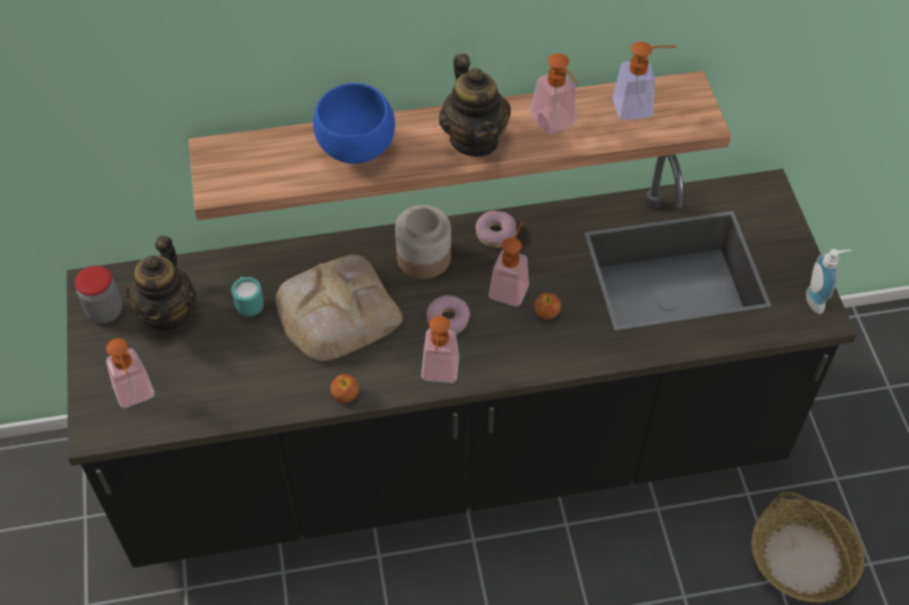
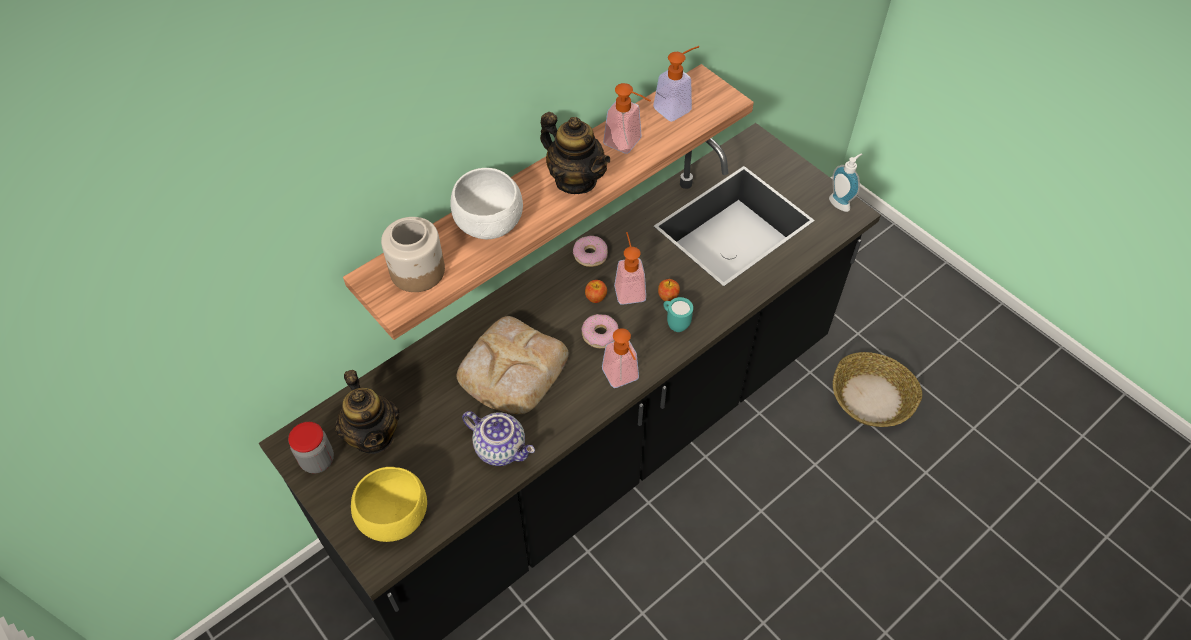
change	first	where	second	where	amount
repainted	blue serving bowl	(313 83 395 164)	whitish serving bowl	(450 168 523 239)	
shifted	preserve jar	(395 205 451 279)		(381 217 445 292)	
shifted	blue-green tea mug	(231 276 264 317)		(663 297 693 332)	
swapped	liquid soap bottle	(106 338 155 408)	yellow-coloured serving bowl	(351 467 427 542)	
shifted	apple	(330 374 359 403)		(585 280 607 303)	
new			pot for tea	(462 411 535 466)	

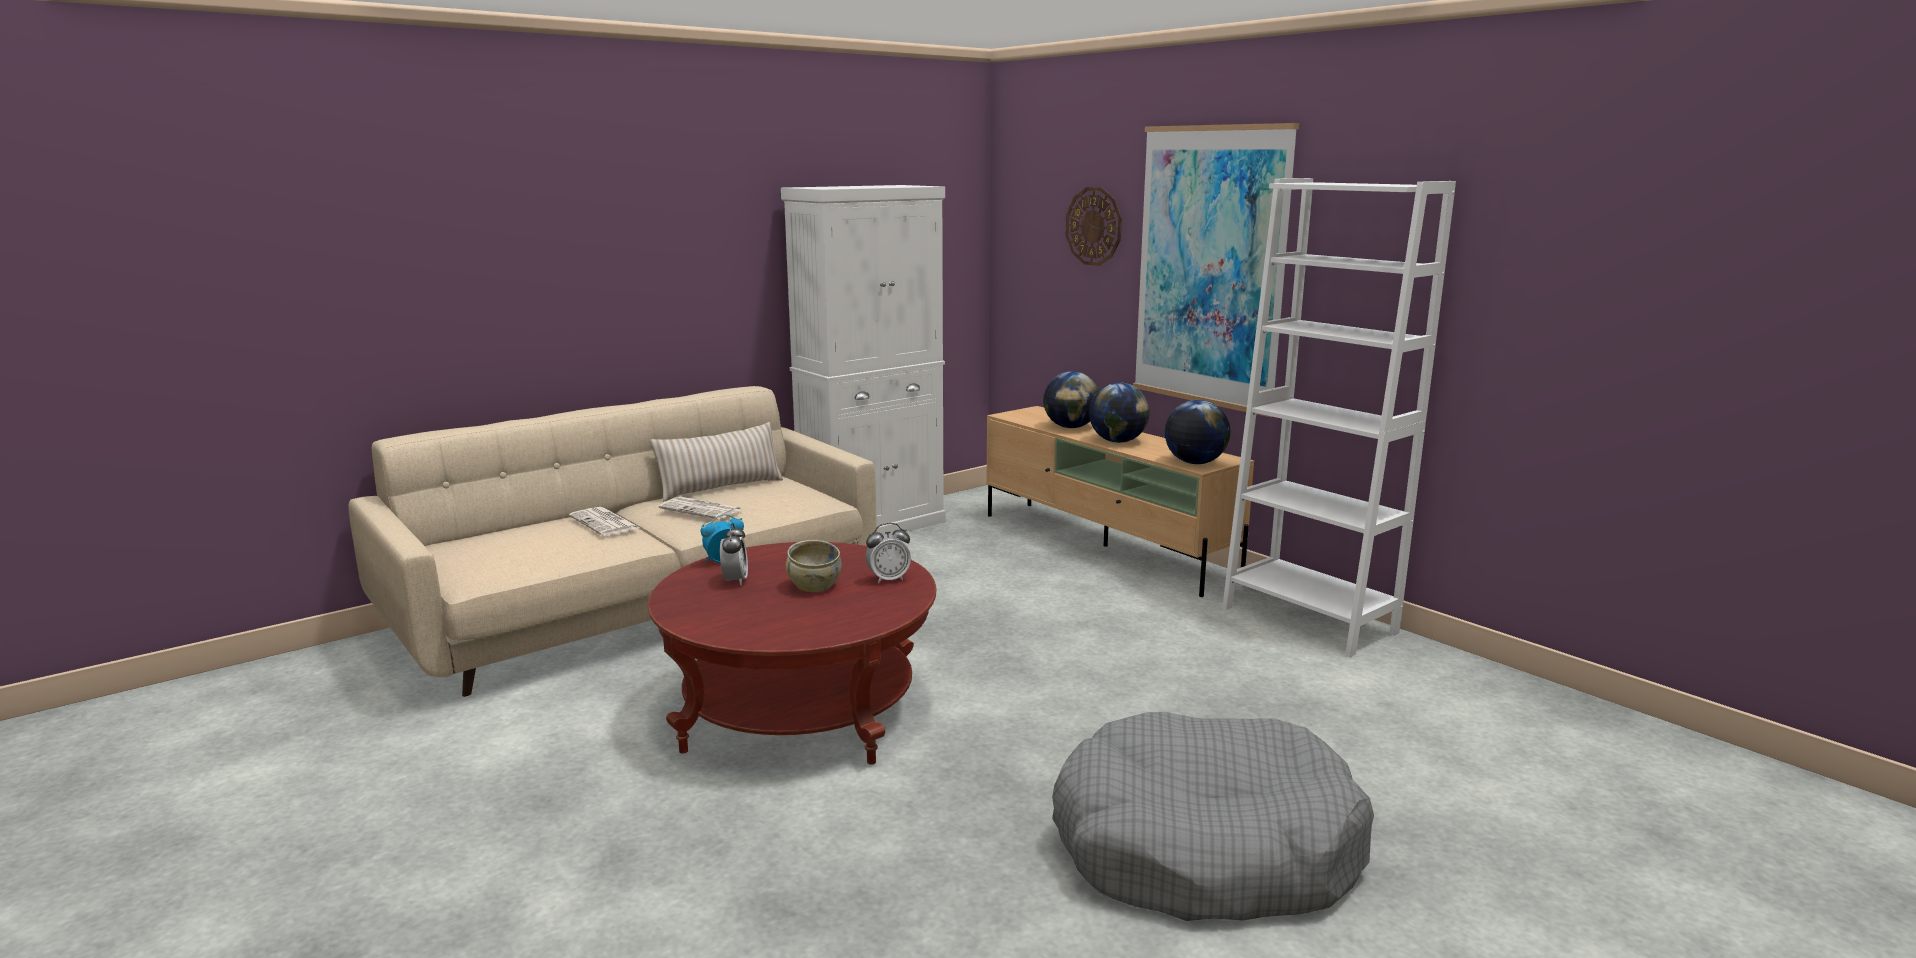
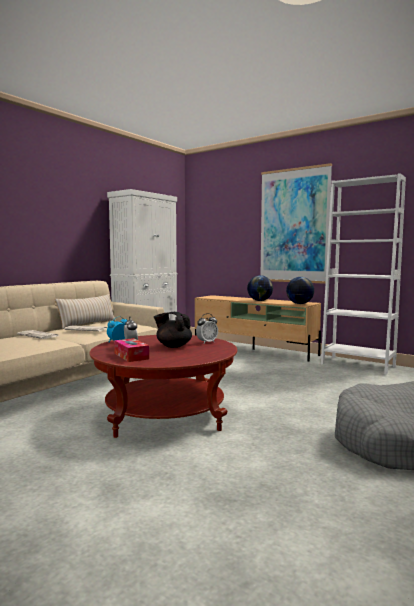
change	first	where	second	where	amount
gone	hanging clock	(1066 187 1122 266)			
gone	desk globe	(1043 371 1099 428)			
swapped	beige-coloured serving bowl	(786 540 842 592)	black pot for tea	(154 312 192 348)	
new			tissue holder	(114 338 149 362)	

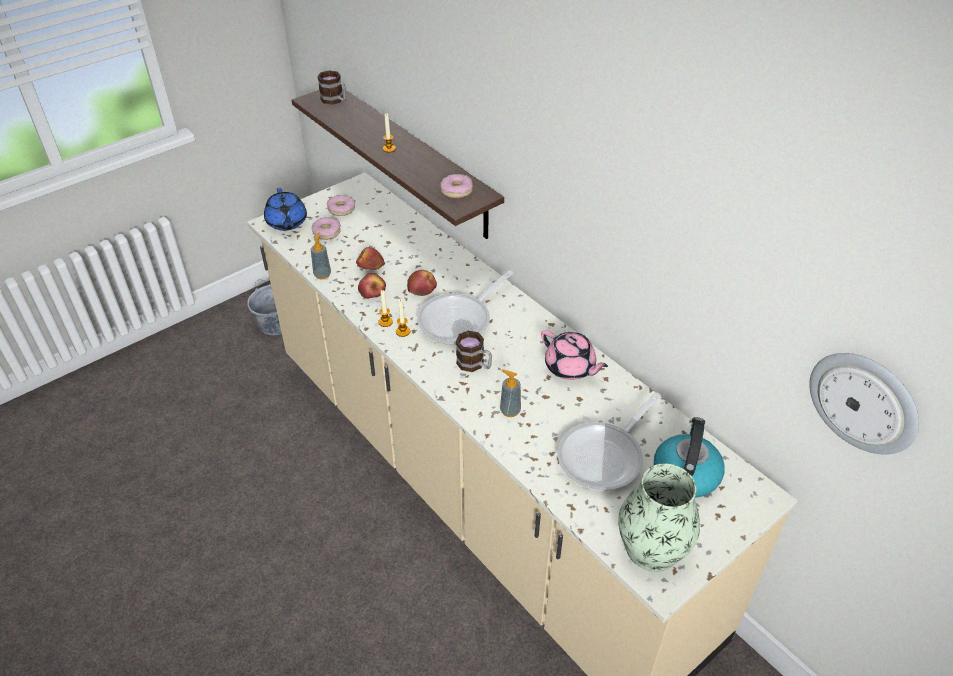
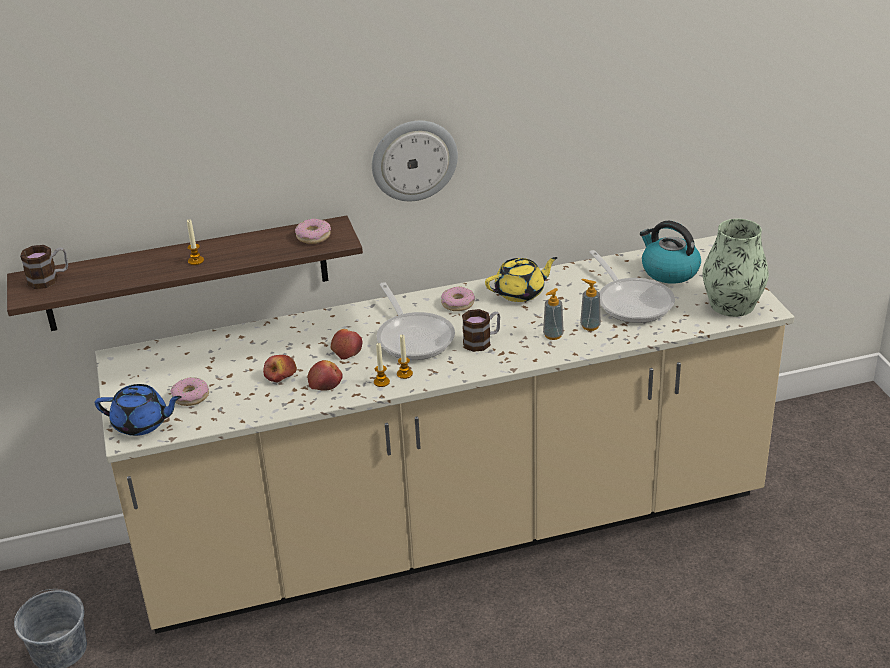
change	first	where	second	where	amount
shifted	ring doughnut	(327 195 355 216)		(441 286 475 311)	
shifted	liquid soap bottle	(311 233 331 279)		(580 279 601 331)	
repainted	pink pot for tea	(541 330 608 380)	yellow-coloured pot for tea	(485 257 558 302)	
shifted	hanging clock	(809 353 919 455)		(372 121 458 201)	

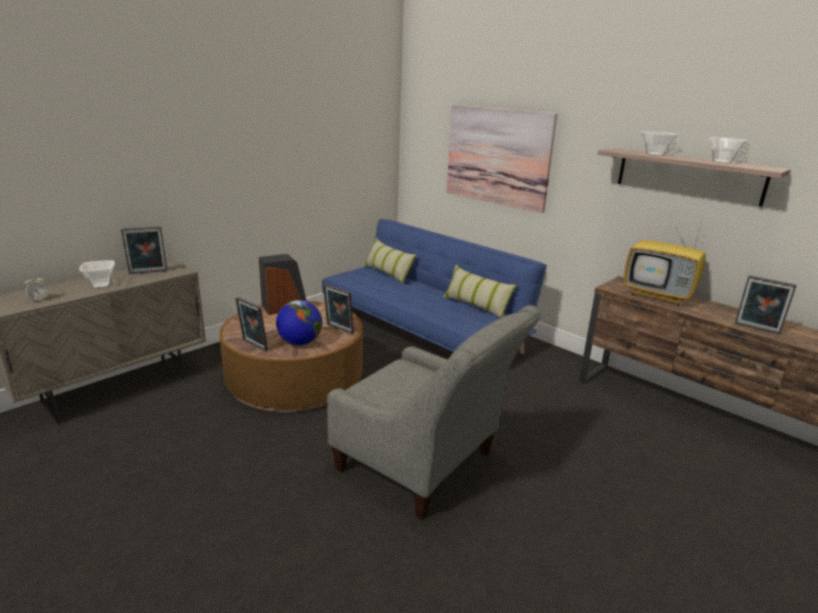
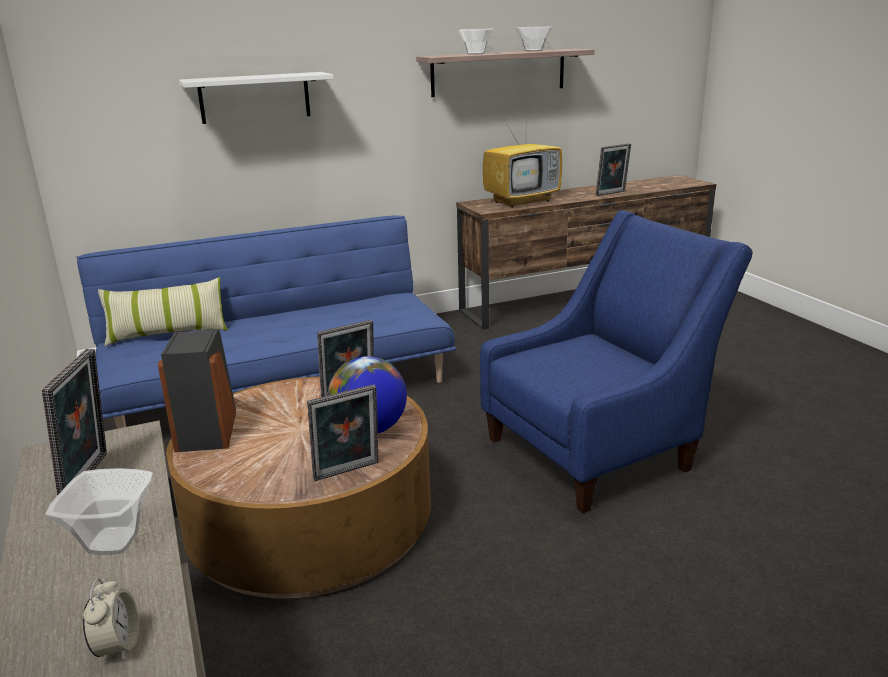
change	first	where	second	where	amount
swapped	wall art	(447 105 558 213)	whitish shelf	(179 72 333 124)	
gone	pillow	(443 265 516 318)			
repainted	greyish lounge chair	(327 305 541 520)	blue lounge chair	(480 210 753 513)	

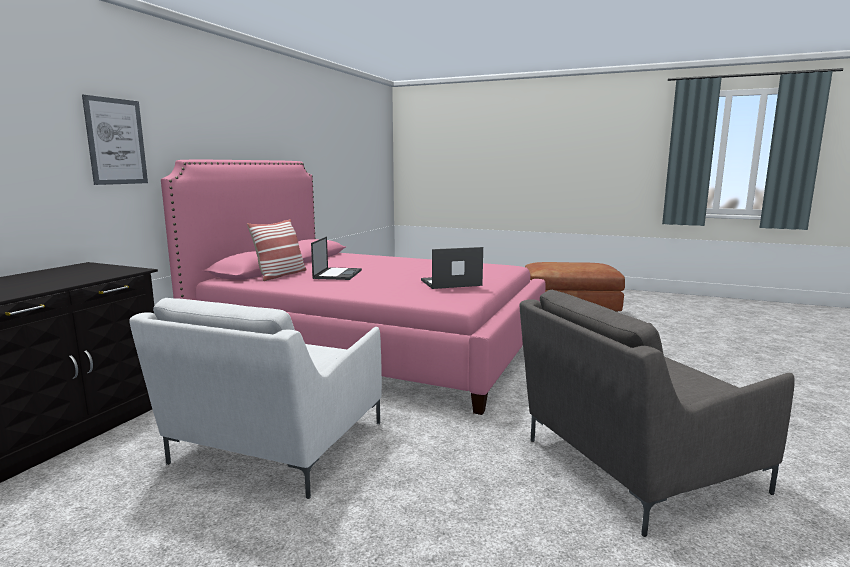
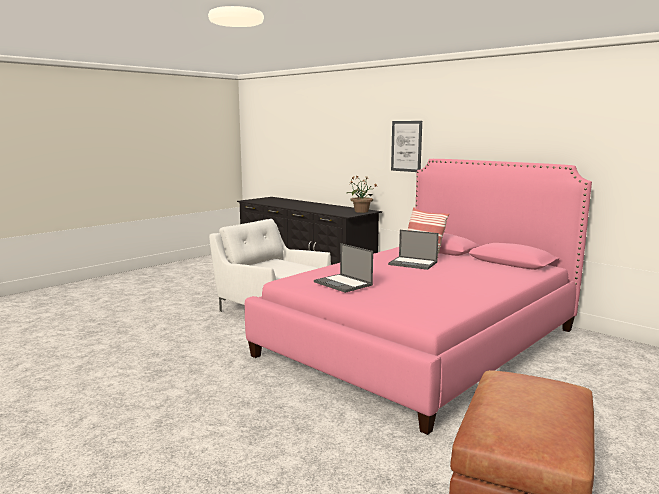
change	first	where	second	where	amount
rotated	notebook computer	(421 247 483 289)		(314 243 373 293)	135 degrees clockwise
gone	greyish lounge chair	(520 290 795 537)			
new			potted plant	(347 175 377 213)	

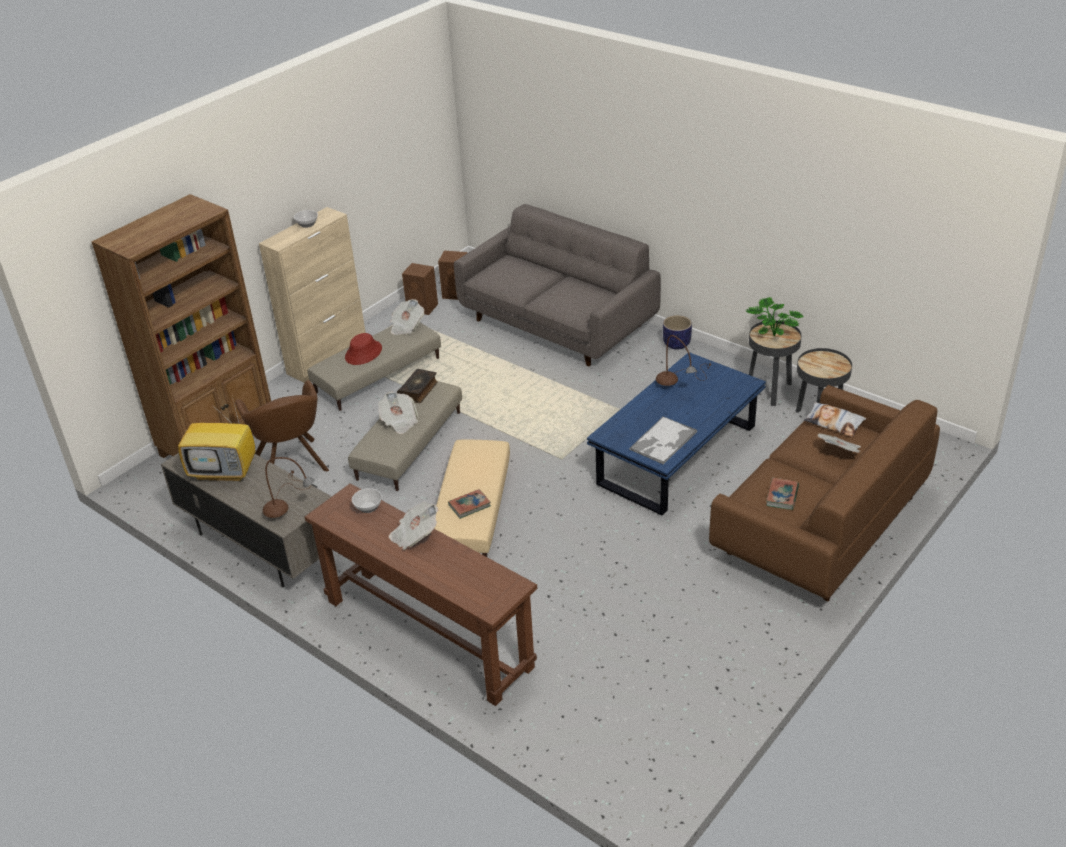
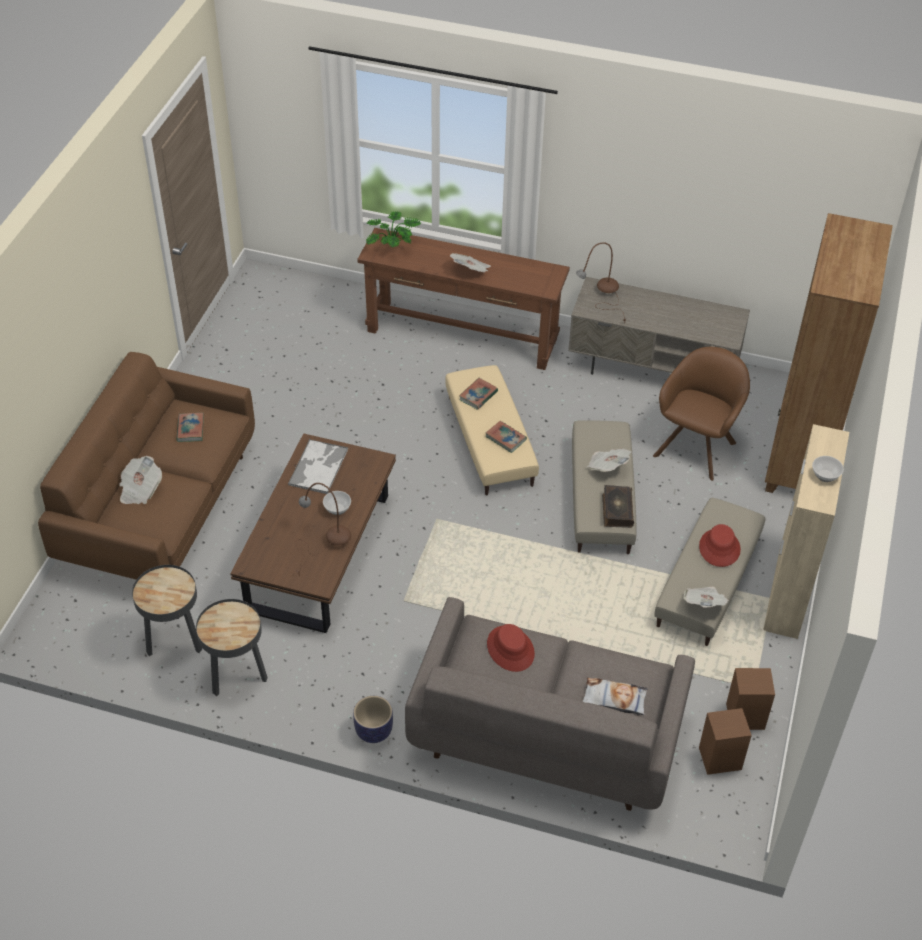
change	first	where	second	where	amount
shifted	potted plant	(746 297 804 336)		(365 211 421 248)	
repainted	blue coffee table	(587 352 766 515)	brown-coloured coffee table	(230 433 396 633)	
rotated	brown-coloured lounge chair	(235 380 329 471)		(653 347 750 481)	75 degrees clockwise
gone	TV	(178 401 255 482)			
shifted	pillow	(804 402 866 437)		(582 678 648 715)	
shifted	serving bowl	(352 488 382 513)		(323 491 351 515)	
new			book	(485 421 527 453)	
new			red-coloured hat	(487 624 535 672)	

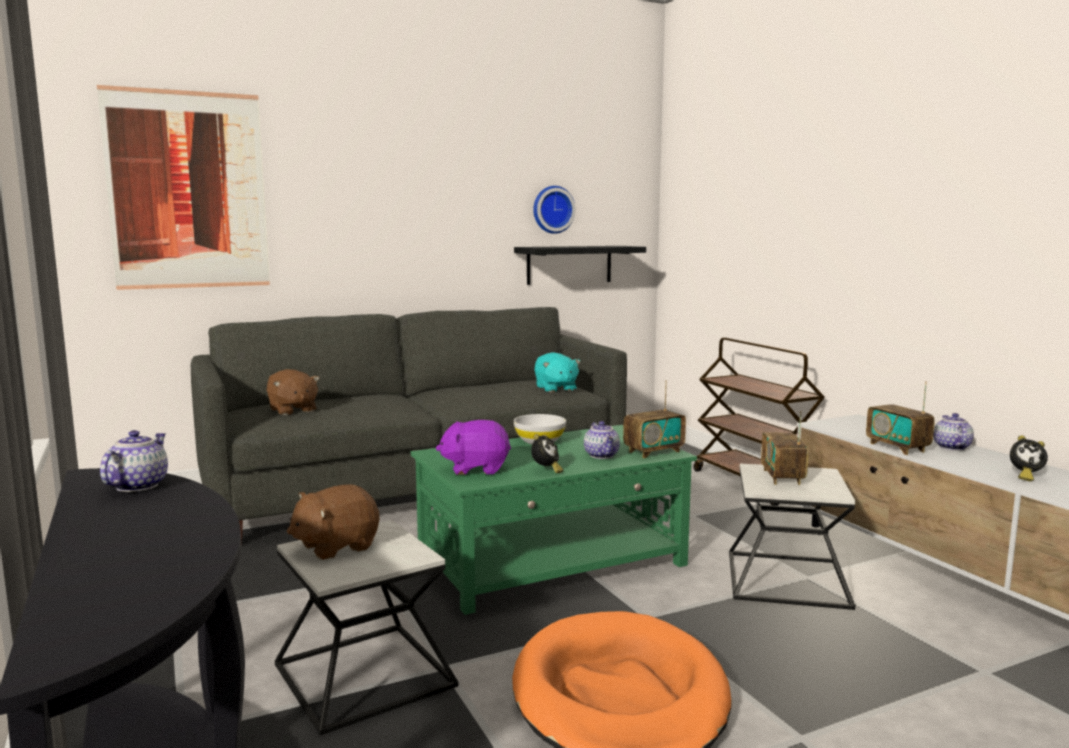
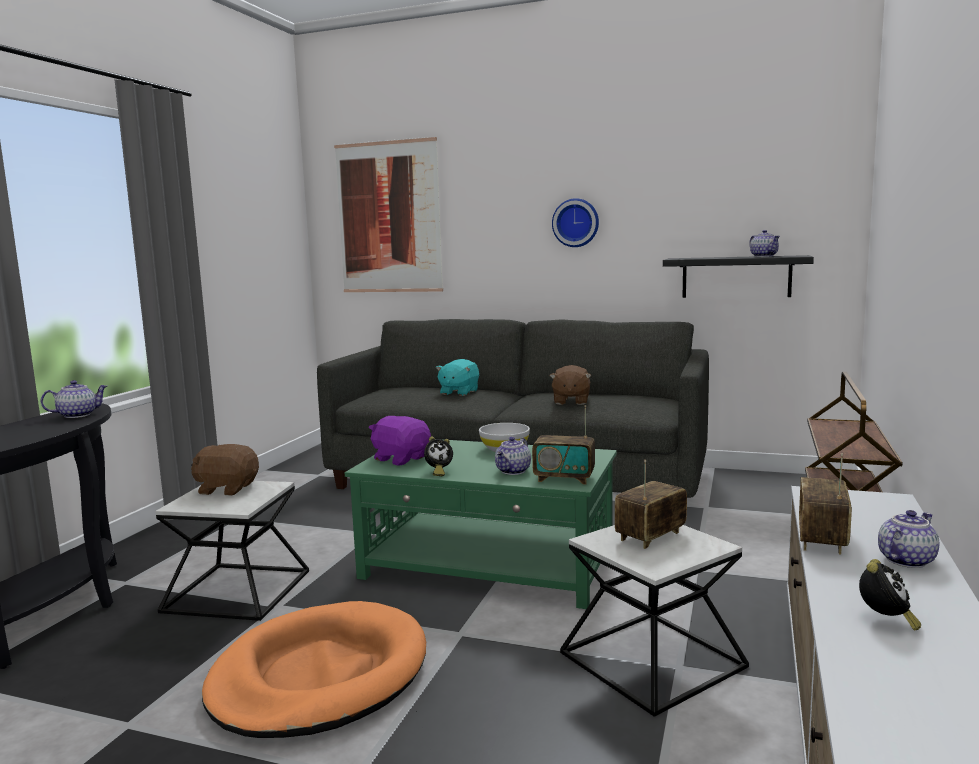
change	first	where	second	where	amount
shifted	hanging clock	(533 186 576 234)		(552 198 599 247)	
shifted	blue-green soft toy	(534 352 581 392)		(436 359 479 396)	
shifted	brown-coloured soft toy	(267 369 319 415)		(549 365 591 405)	
rotated	table clock	(1010 435 1048 482)		(859 559 921 631)	120 degrees counterclockwise
new			pot for tea	(749 230 780 257)	

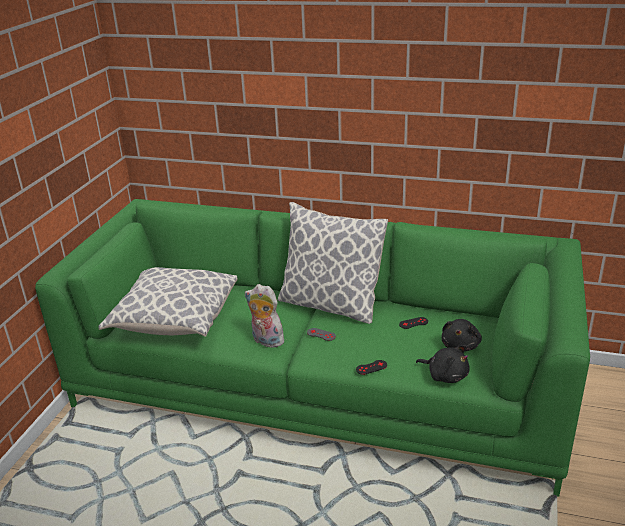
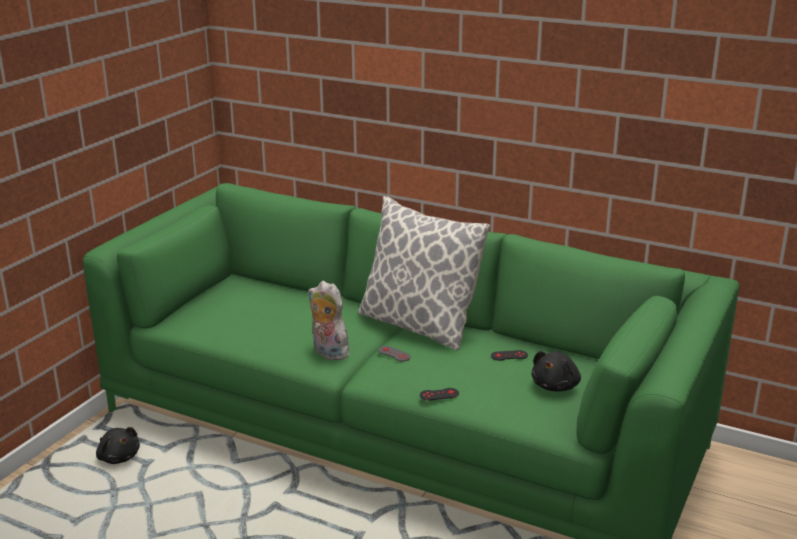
change	first	where	second	where	amount
gone	pillow	(98 267 238 337)			
shifted	black soft toy	(416 345 470 383)		(96 427 140 464)	

